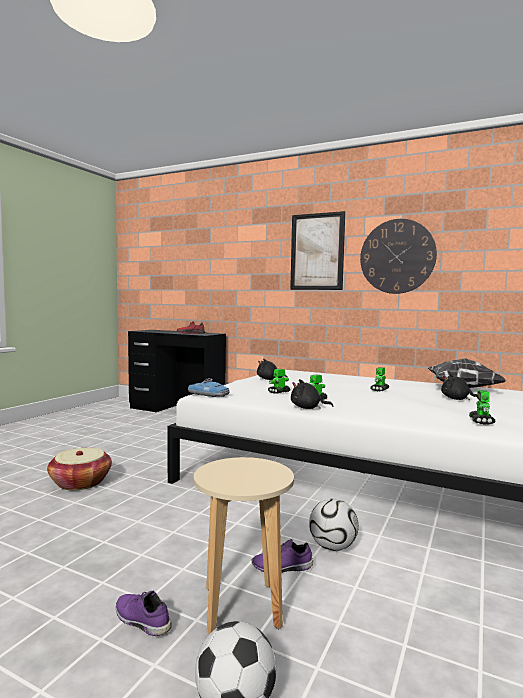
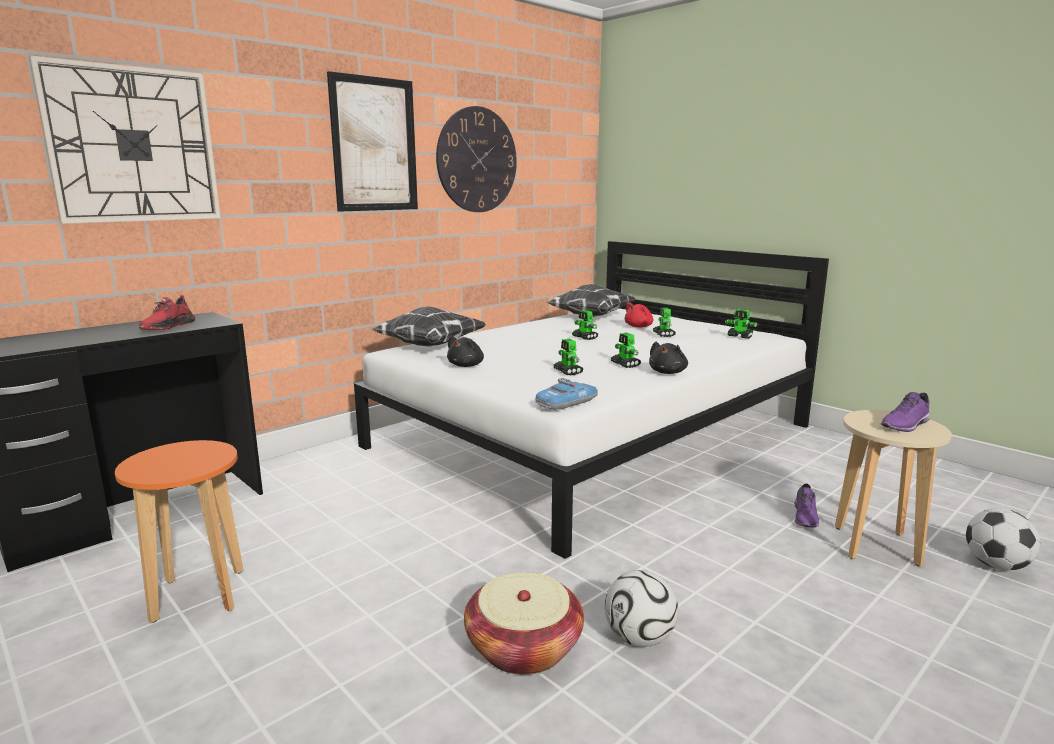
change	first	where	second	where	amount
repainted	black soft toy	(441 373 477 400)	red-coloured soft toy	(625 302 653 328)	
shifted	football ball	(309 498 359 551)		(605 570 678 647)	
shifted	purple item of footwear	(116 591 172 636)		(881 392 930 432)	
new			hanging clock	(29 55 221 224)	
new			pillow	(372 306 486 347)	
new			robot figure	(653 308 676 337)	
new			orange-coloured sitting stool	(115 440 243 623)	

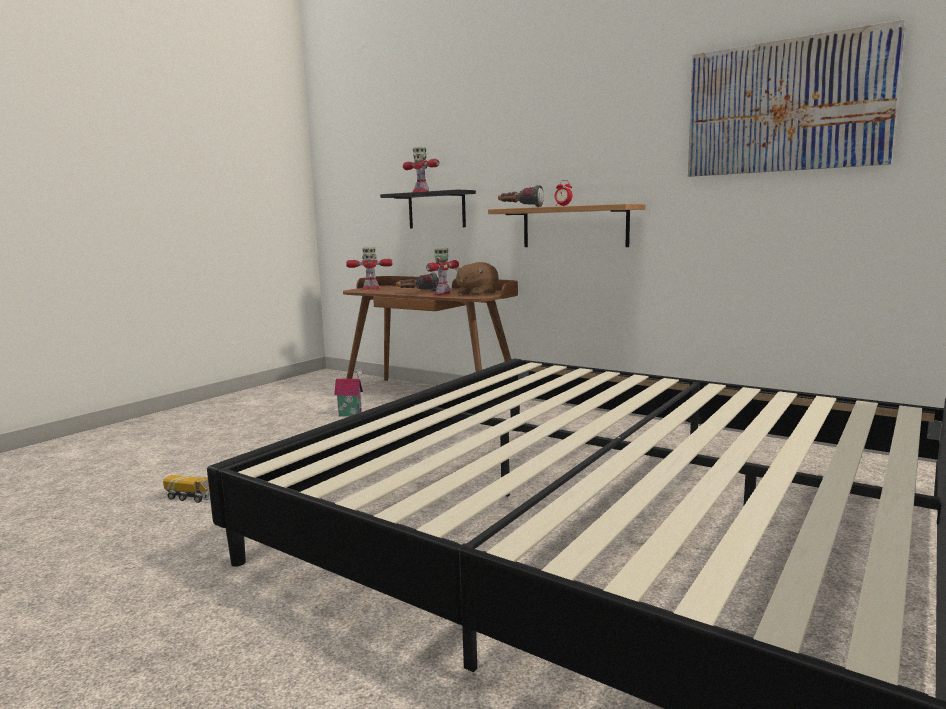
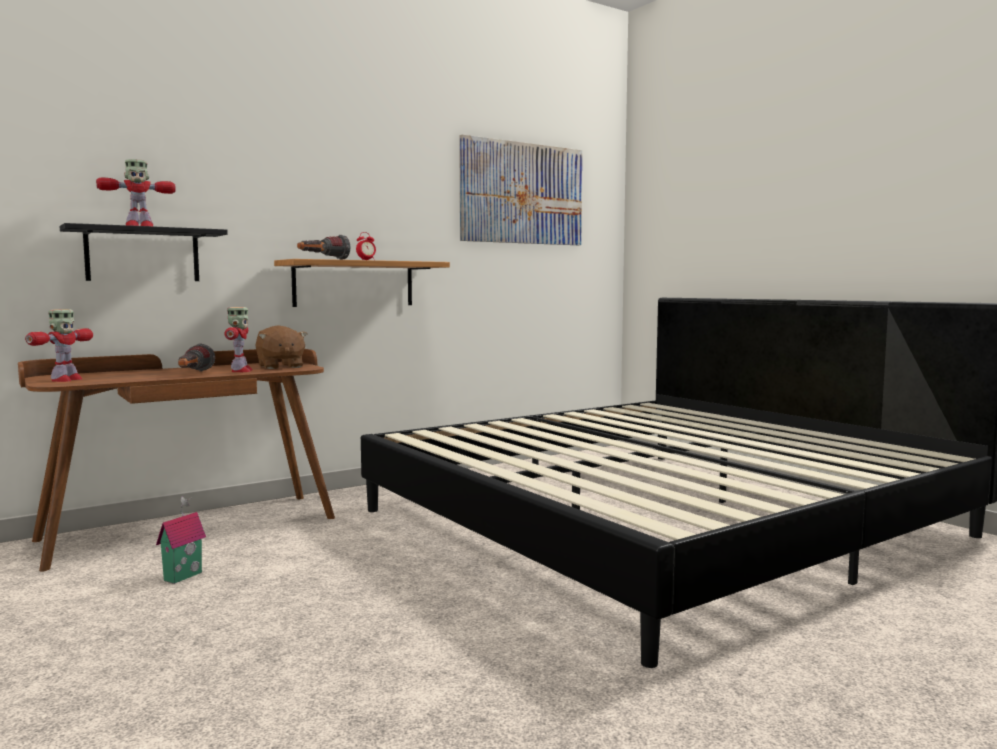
change	first	where	second	where	amount
rotated	robot figure	(426 248 459 295)		(224 307 253 372)	150 degrees counterclockwise
gone	toy truck	(163 475 210 503)			

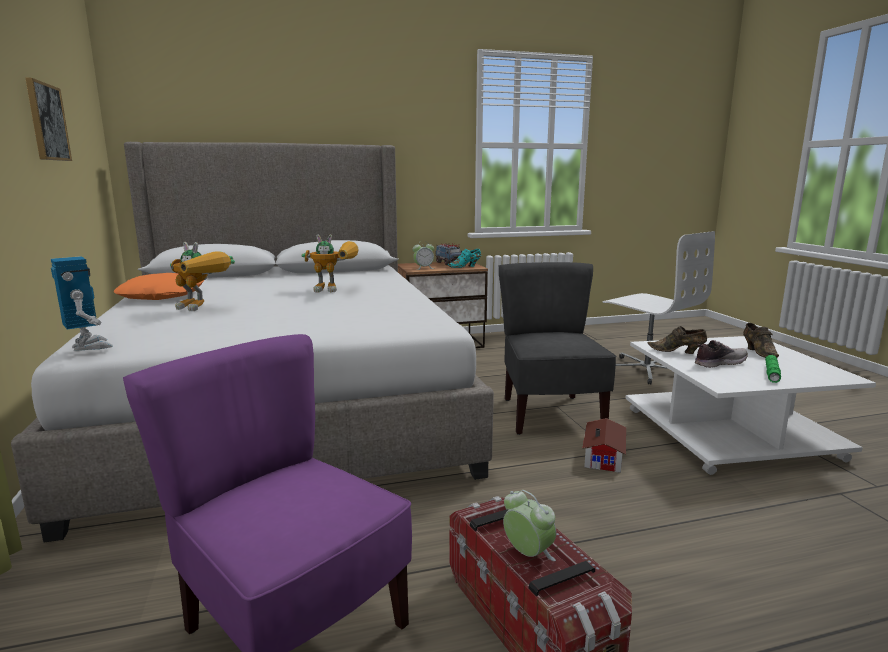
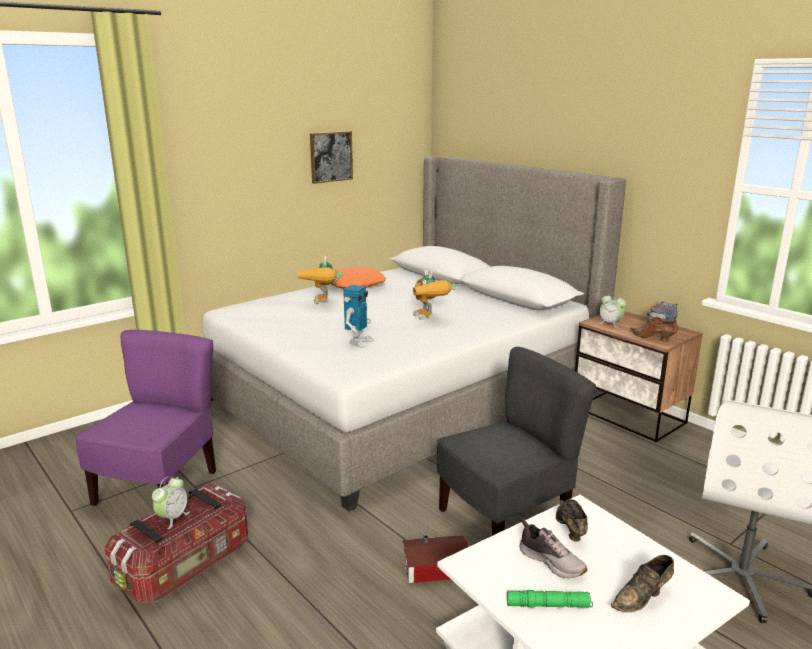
change	first	where	second	where	amount
repainted	blue-green item of footwear	(448 249 481 268)	brown-coloured item of footwear	(630 317 678 341)	
shifted	robot figure	(51 256 113 351)		(343 285 374 348)	

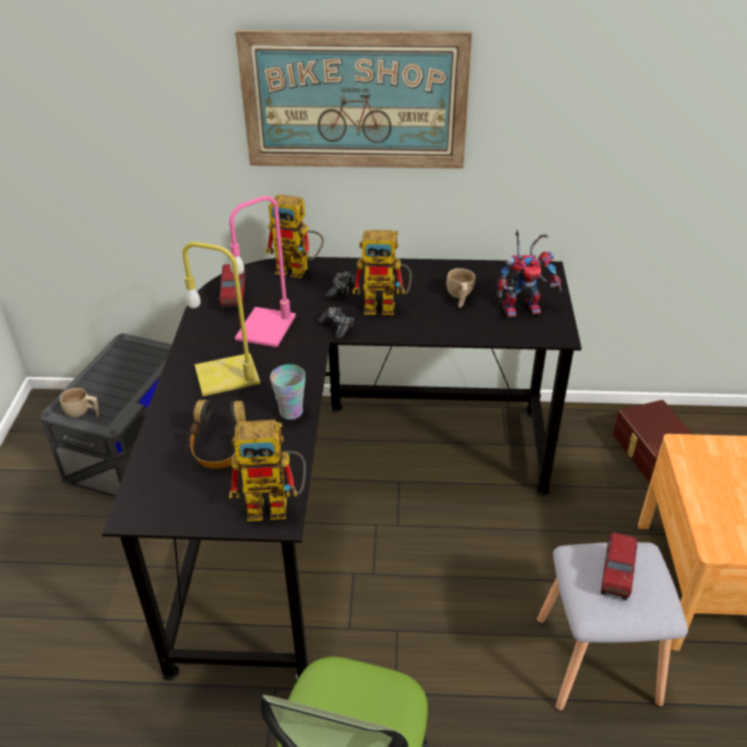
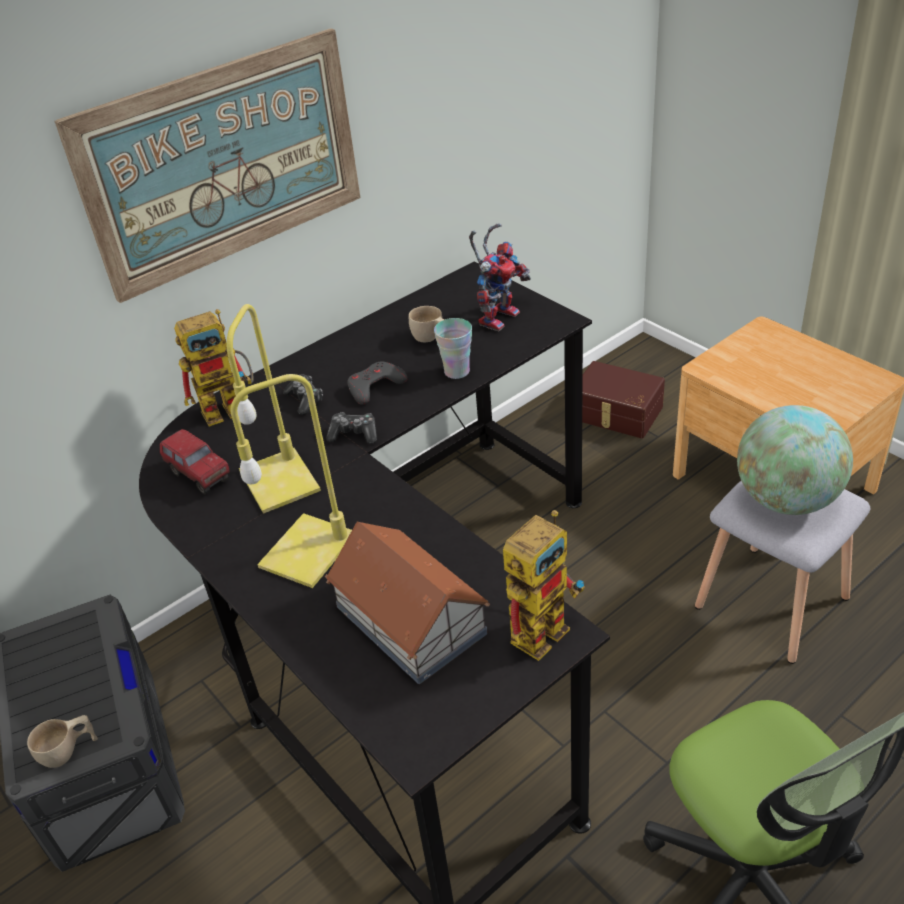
change	first	where	second	where	amount
repainted	pink tabletop lamp	(229 196 296 347)	yellow-coloured tabletop lamp	(227 304 321 514)	
swapped	robot figure	(352 230 412 315)	greyish gamepad	(347 362 408 405)	
shifted	drinking cup	(270 364 306 420)		(434 318 472 379)	
swapped	pair of headphones	(189 400 246 469)	toy house	(325 522 490 684)	
swapped	toy truck	(601 532 637 600)	desk globe	(737 405 853 515)	

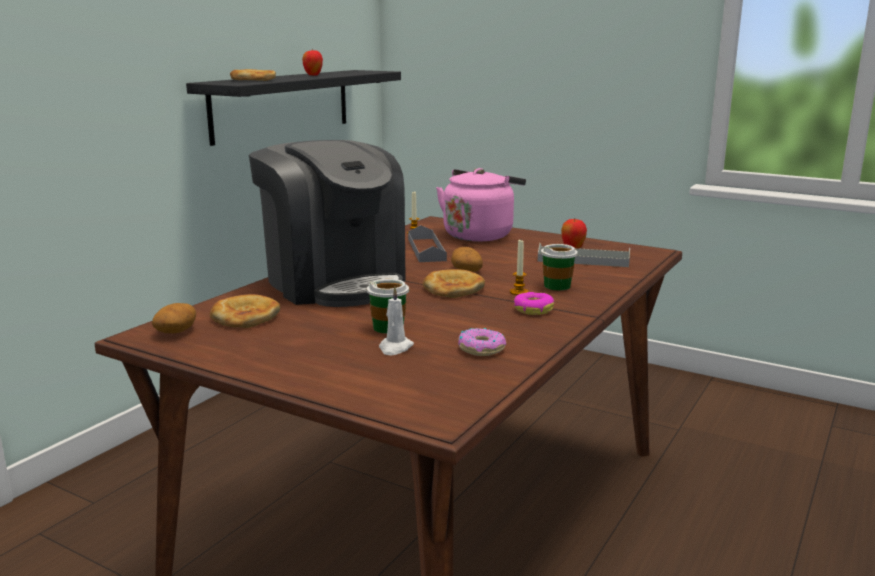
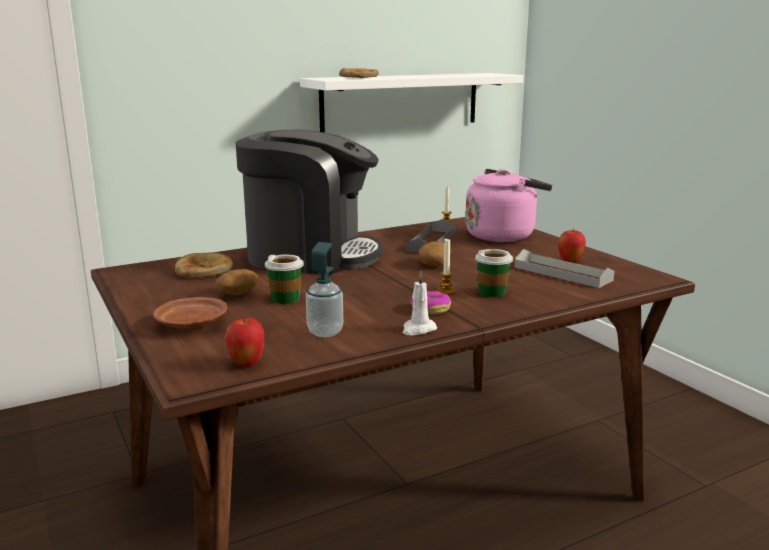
change	first	where	second	where	amount
shifted	apple	(302 50 323 76)		(225 317 264 367)	
repainted	black shelf	(186 70 401 146)	whitish shelf	(300 73 524 132)	
rotated	coffee machine	(249 140 406 307)		(236 130 383 275)	75 degrees counterclockwise
gone	bakery bread	(423 269 485 298)			
shifted	whitish wax light	(379 287 414 355)		(402 271 437 335)	
shifted	spud	(152 303 196 333)		(216 269 259 295)	
swapped	ring doughnut	(458 328 506 356)	liquid soap bottle	(306 242 343 337)	
new			brown-coloured flat dish	(153 297 227 329)	

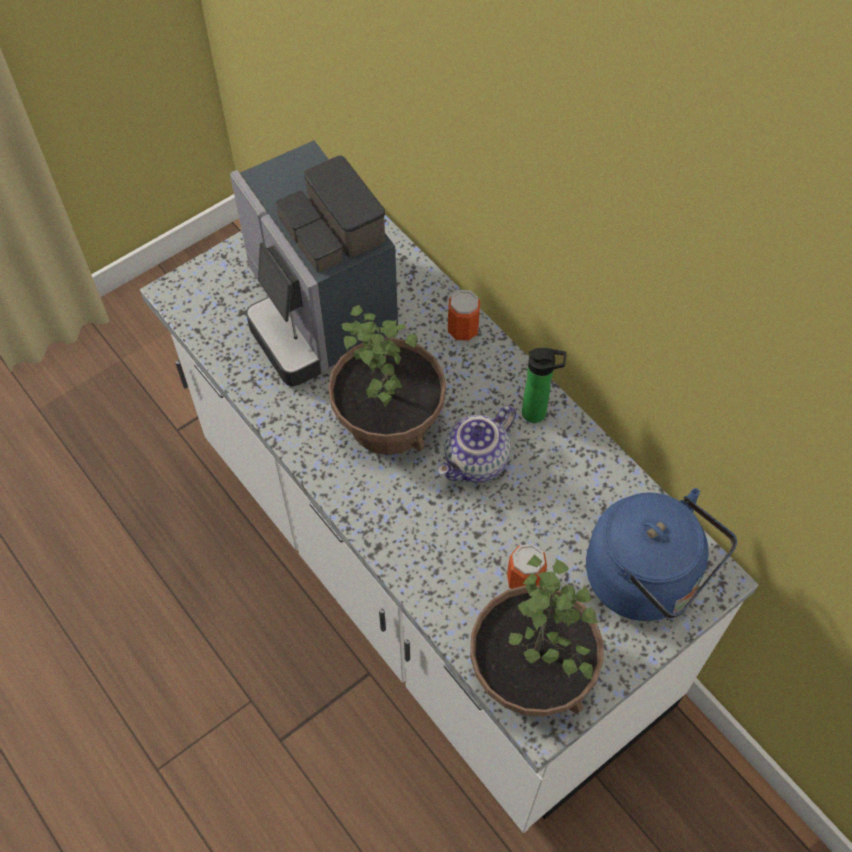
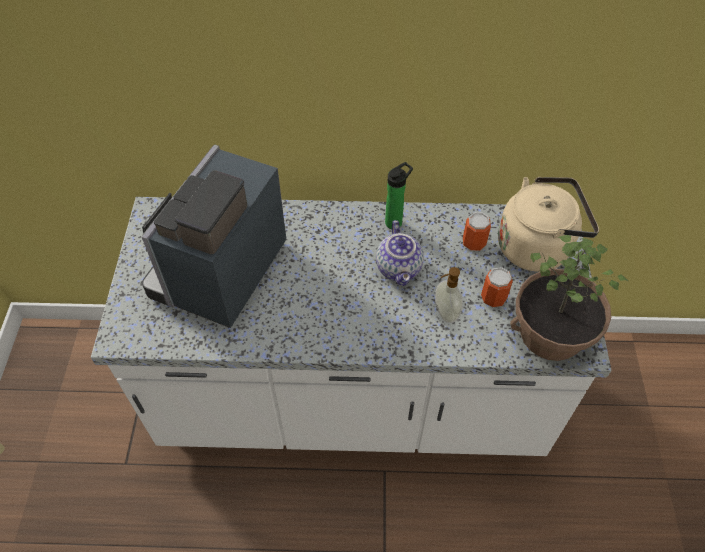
change	first	where	second	where	amount
rotated	coffee machine	(230 141 398 386)		(141 144 286 328)	105 degrees clockwise
shifted	can	(448 290 480 341)		(463 212 491 251)	
gone	potted plant	(328 305 446 455)			
repainted	blue kettle	(586 488 737 621)	beige-coloured kettle	(498 177 599 272)	
new			liquid soap bottle	(435 267 463 323)	

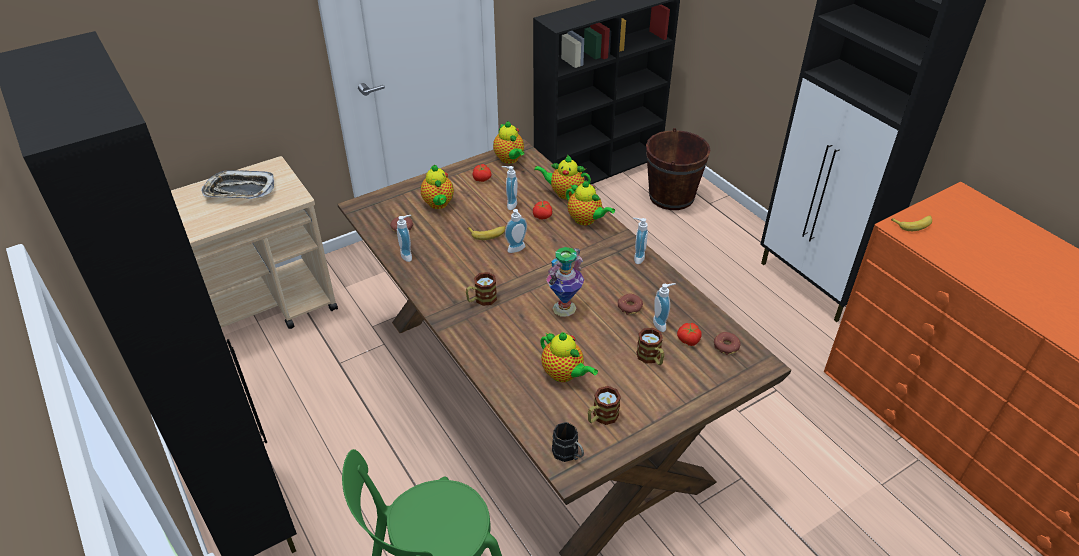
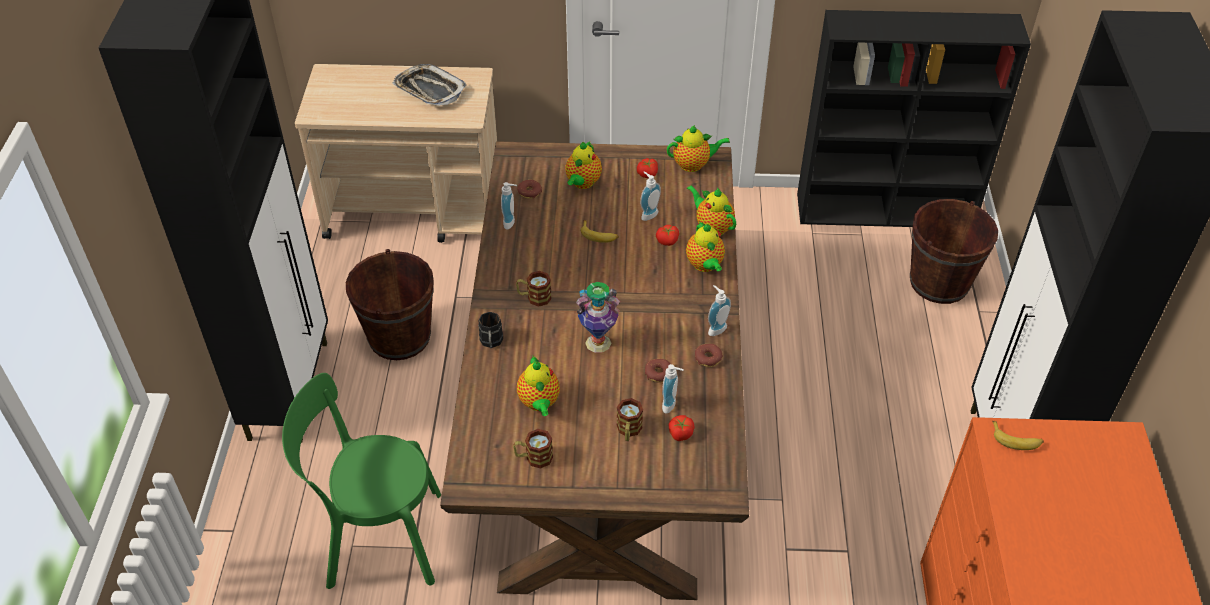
change	first	where	second	where	amount
rotated	pot for tea	(493 121 524 164)		(667 125 730 172)	105 degrees counterclockwise
gone	liquid soap bottle	(505 209 527 253)			
shifted	ring doughnut	(714 332 741 355)		(695 344 723 367)	
shifted	black tea mug	(552 422 584 462)		(478 312 503 348)	
new			brown-coloured pail	(346 249 434 360)	

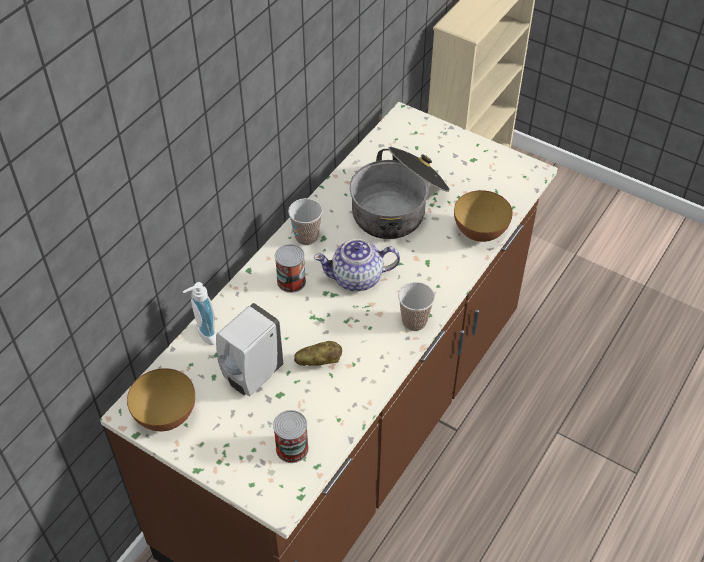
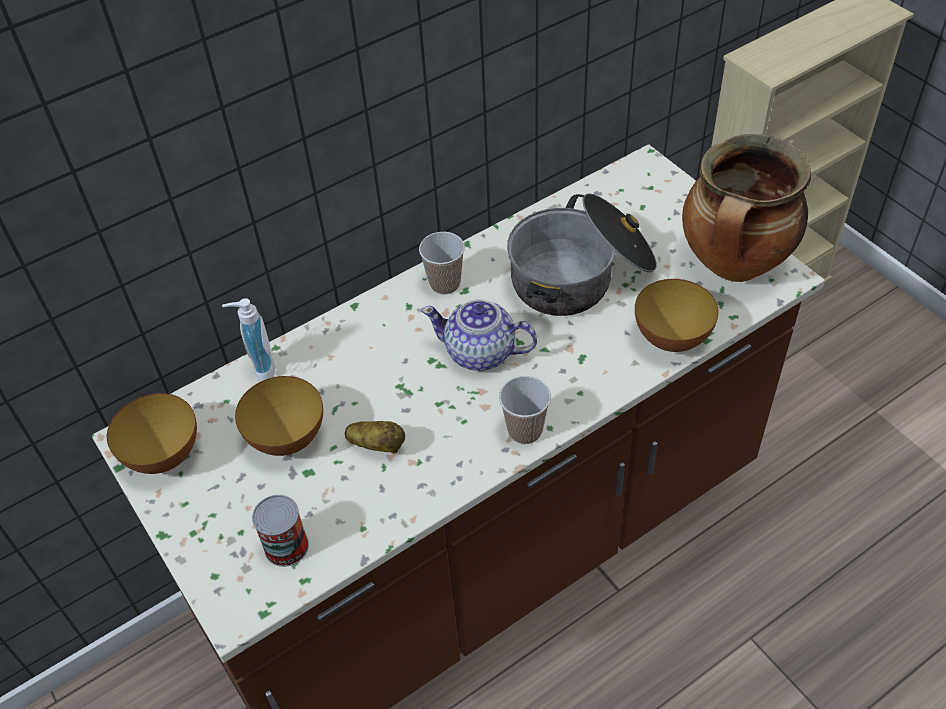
change	first	where	second	where	amount
gone	can	(275 244 306 293)			
swapped	whitish liquid soap bottle	(216 303 283 396)	serving bowl	(235 376 323 456)	
new			cooking pot	(682 134 811 282)	

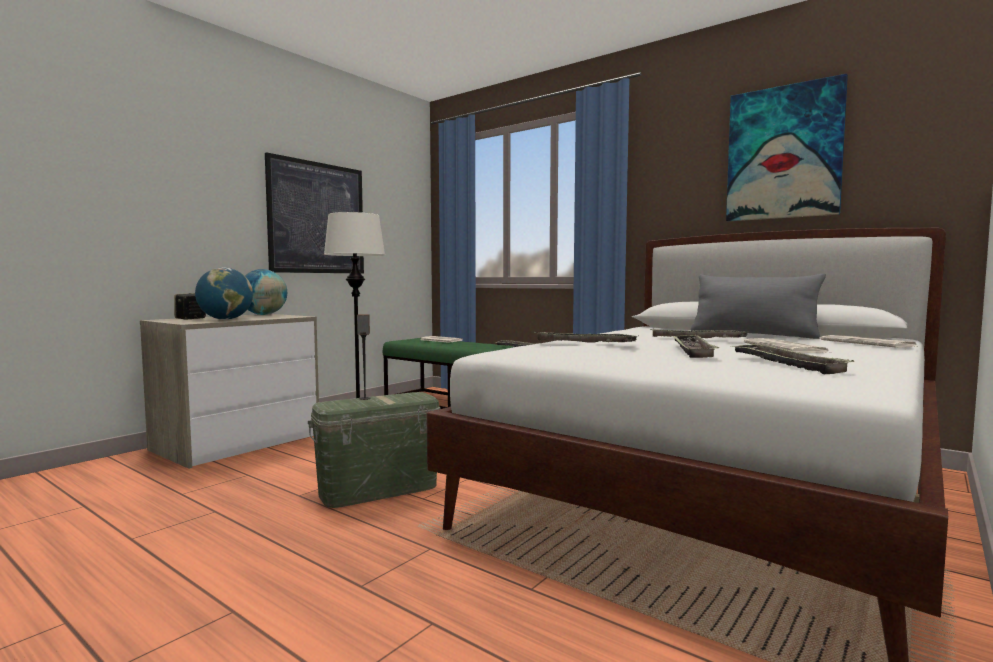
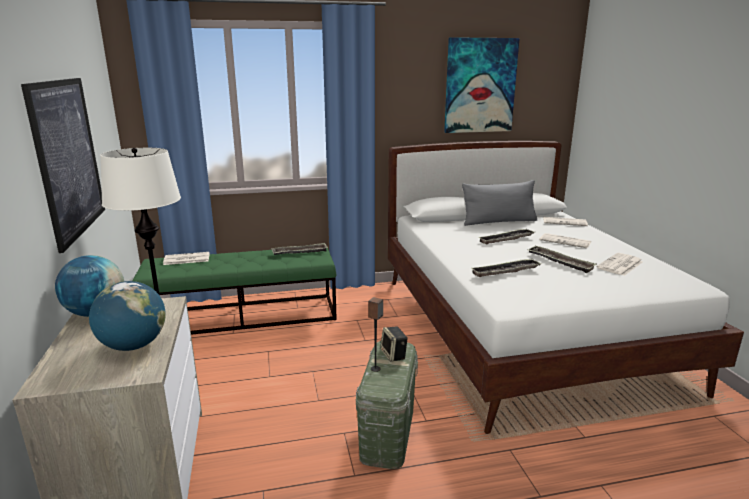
change	first	where	second	where	amount
shifted	audio speaker	(174 293 206 320)		(380 326 408 362)	
swapped	serving tray	(732 344 854 374)	newspaper	(597 253 643 276)	

